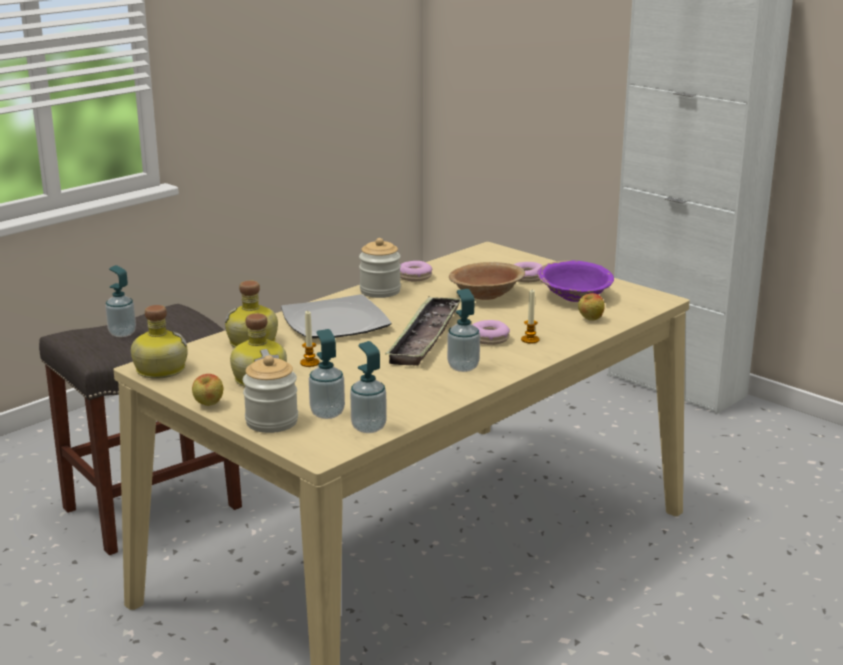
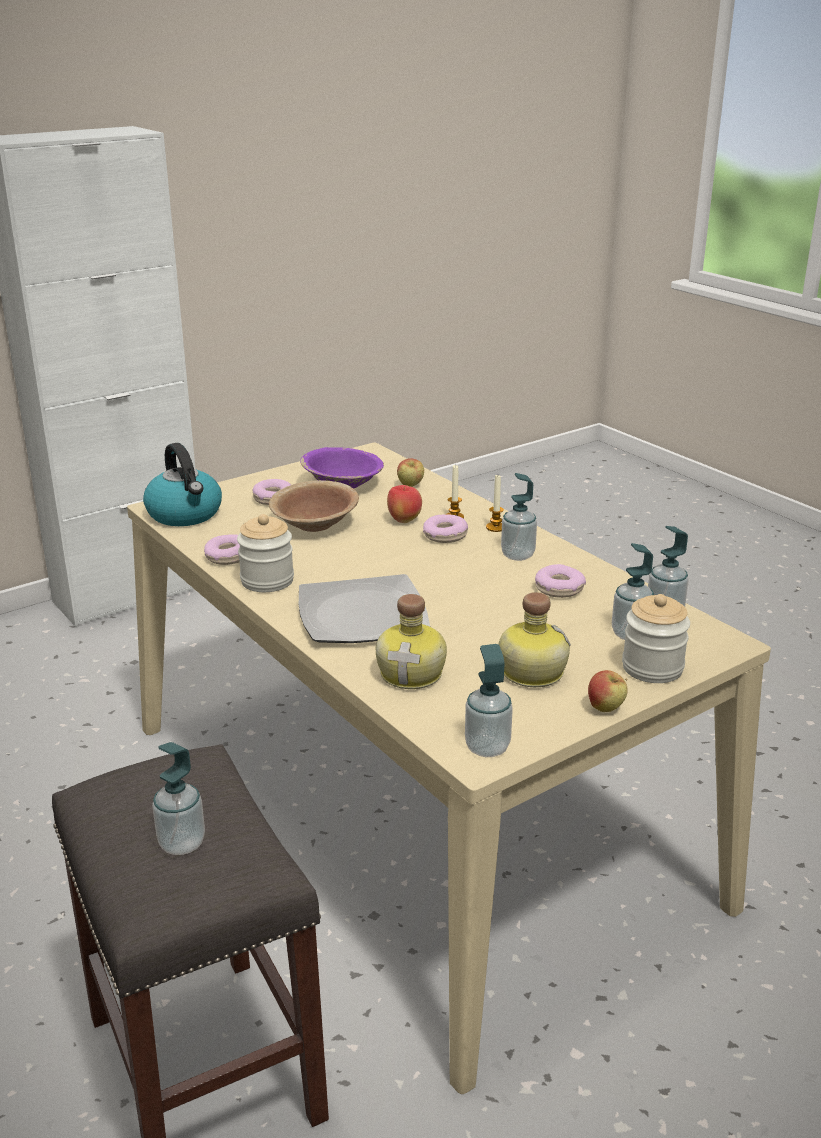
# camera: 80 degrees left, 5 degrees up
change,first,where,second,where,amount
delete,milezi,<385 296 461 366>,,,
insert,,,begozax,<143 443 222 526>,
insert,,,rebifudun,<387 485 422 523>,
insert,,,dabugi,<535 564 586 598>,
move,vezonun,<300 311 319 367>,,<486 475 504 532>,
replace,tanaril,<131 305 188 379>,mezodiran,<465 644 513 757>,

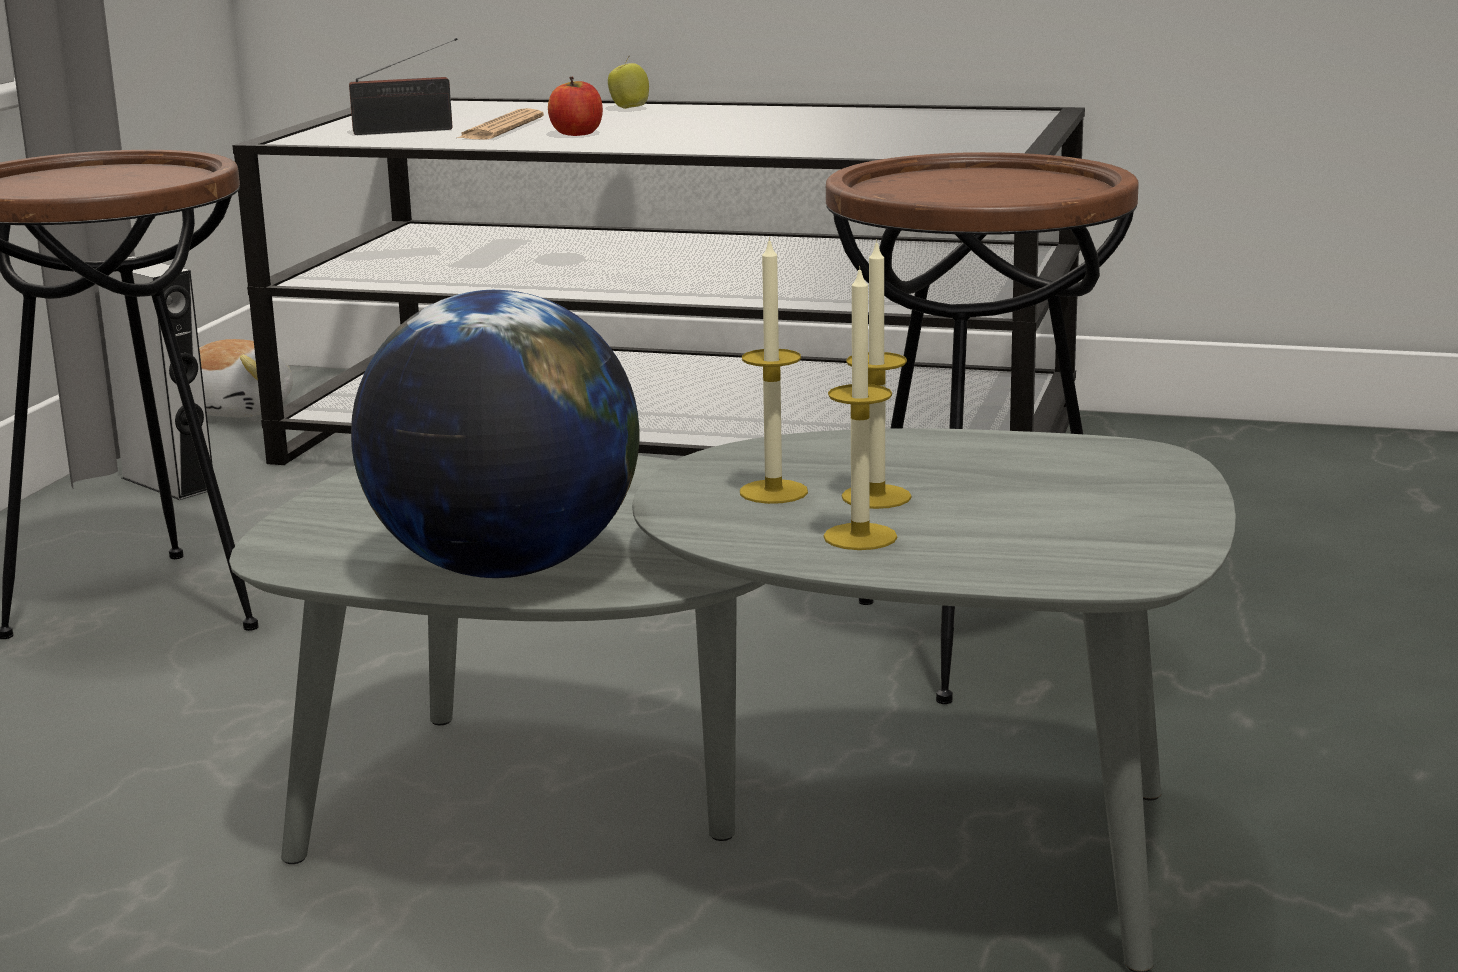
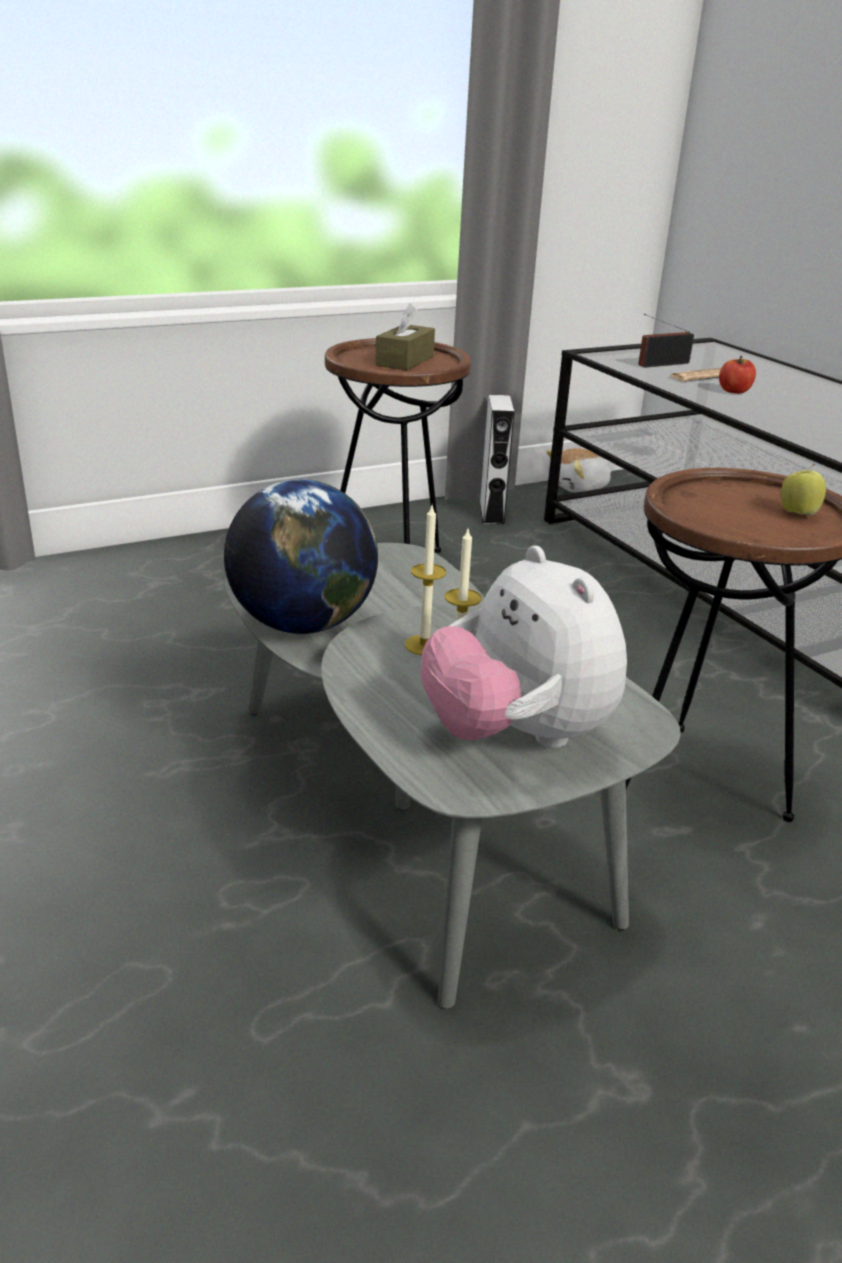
# camera: 45 degrees right, 10 degrees up
change,first,where,second,where,amount
delete,vezonun,<823 266 897 550>,,,
insert,,,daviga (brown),<375 303 435 370>,
insert,,,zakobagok,<421 545 627 748>,
move,rebifudun,<608 55 649 109>,,<781 464 826 516>,
rotate,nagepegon,<349 38 458 135>,,<638 314 694 368>,120 degrees clockwise

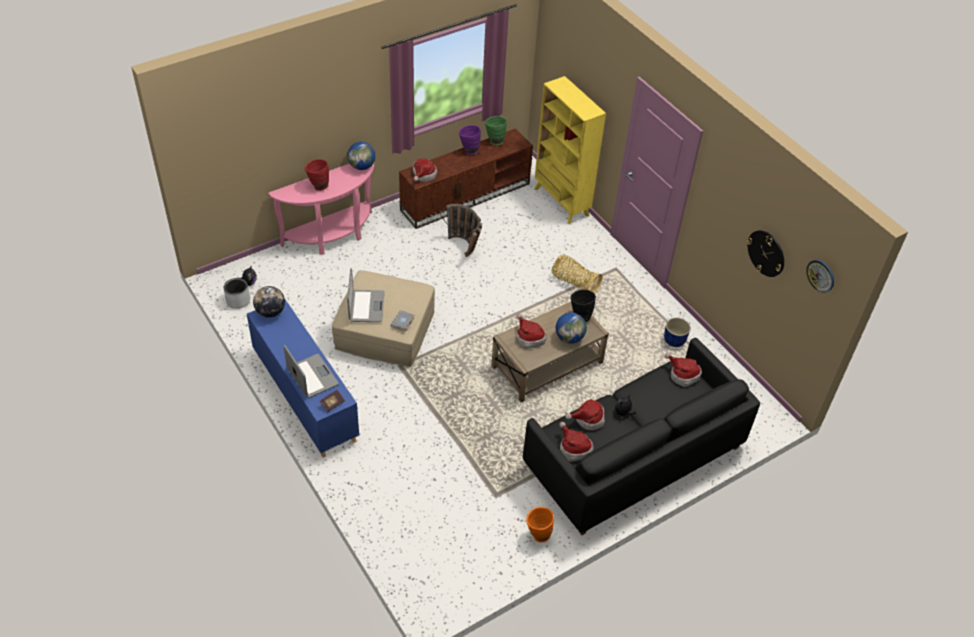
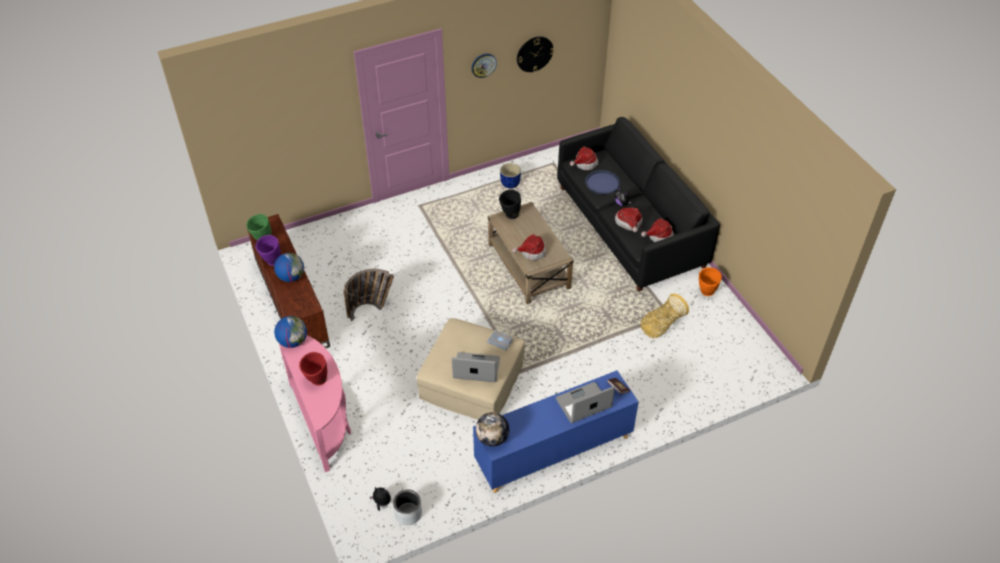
# camera: 80 degrees left, 0 degrees up
change,first,where,second,where,amount
delete,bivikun,<413 158 437 182>,,,
delete,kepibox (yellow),<534 76 606 224>,,,
insert,,,milezi (blue),<585 170 621 195>,
move,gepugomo,<552 254 602 292>,,<640 293 689 338>,
move,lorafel,<555 312 587 344>,,<274 253 304 282>,
move,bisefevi,<806 260 834 293>,,<471 53 497 78>,

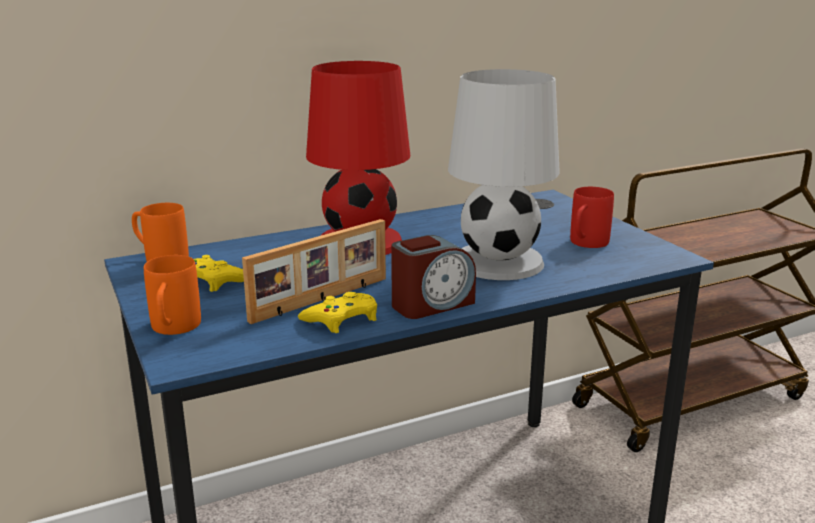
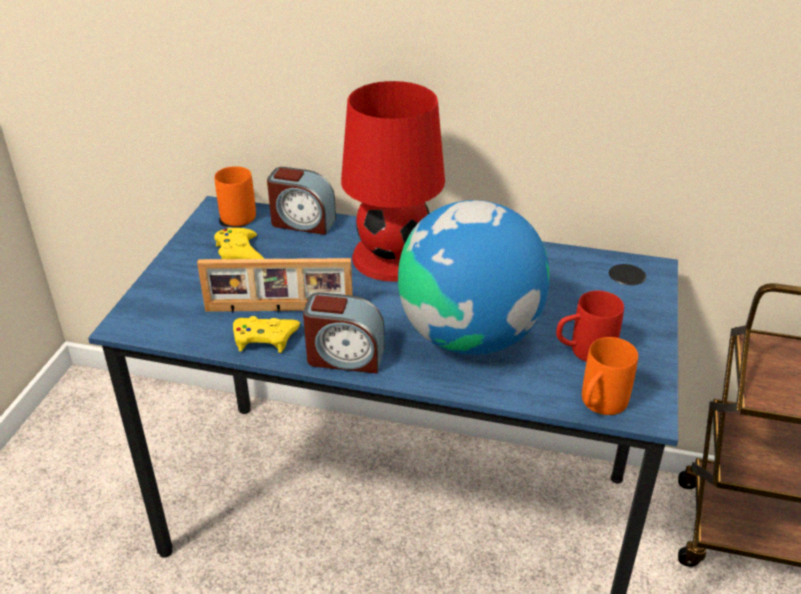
# camera: 40 degrees right, 15 degrees up
change,first,where,second,where,amount
insert,,,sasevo,<267 167 336 235>,
move,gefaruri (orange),<144 255 201 335>,,<582 337 638 415>,
replace,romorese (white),<448 69 560 280>,lorafel,<398 200 550 355>,

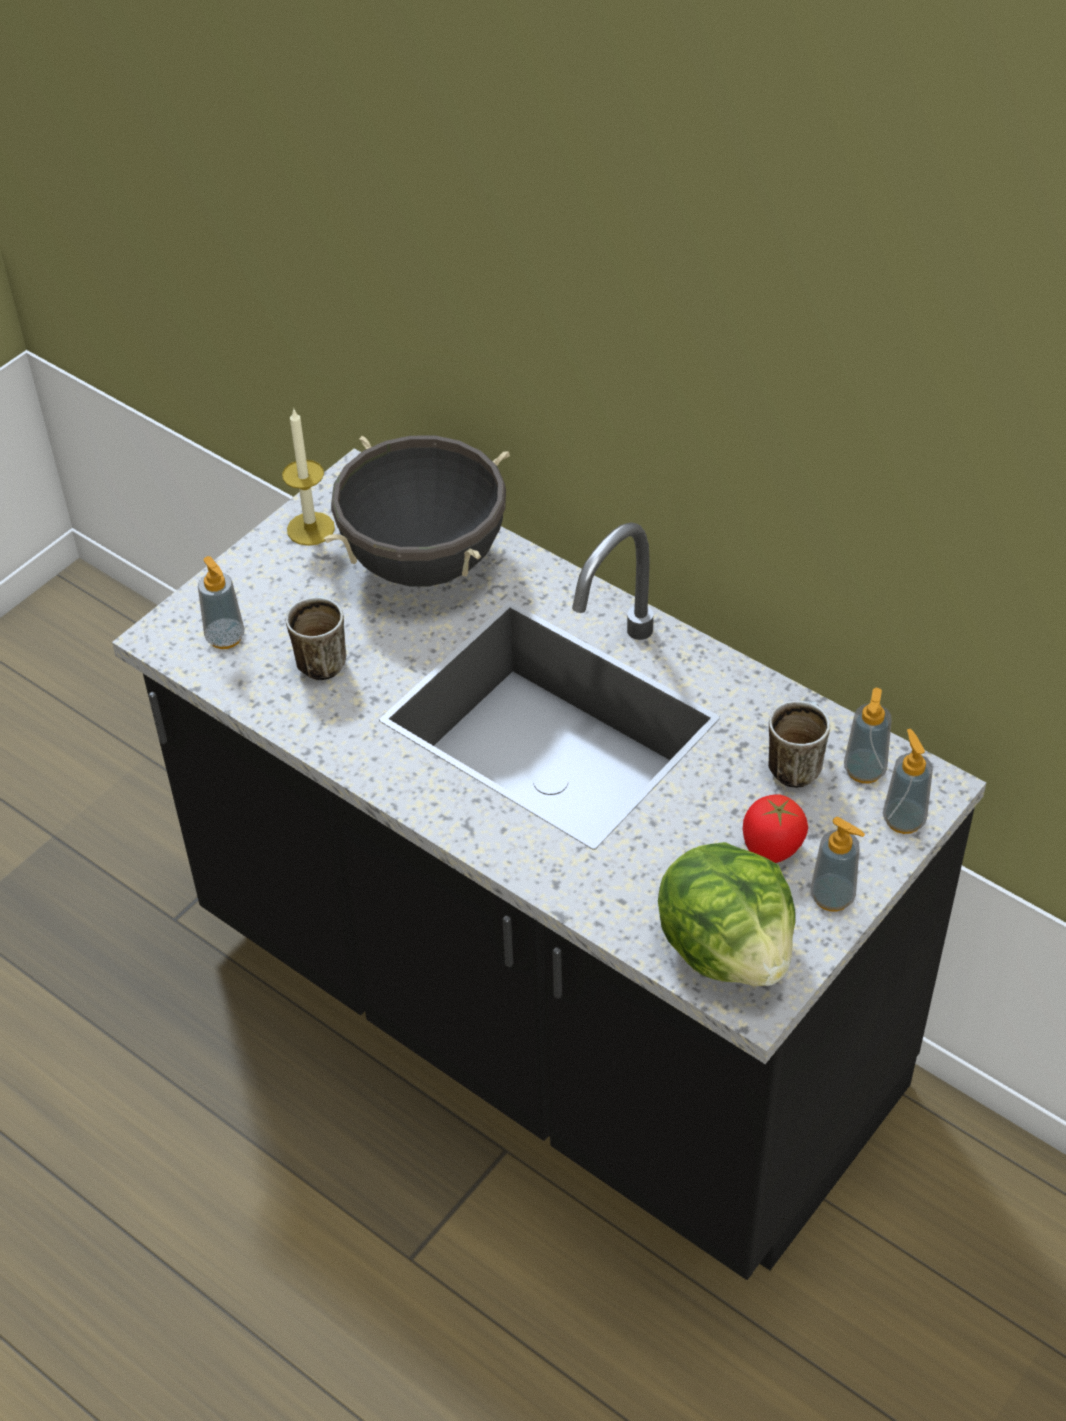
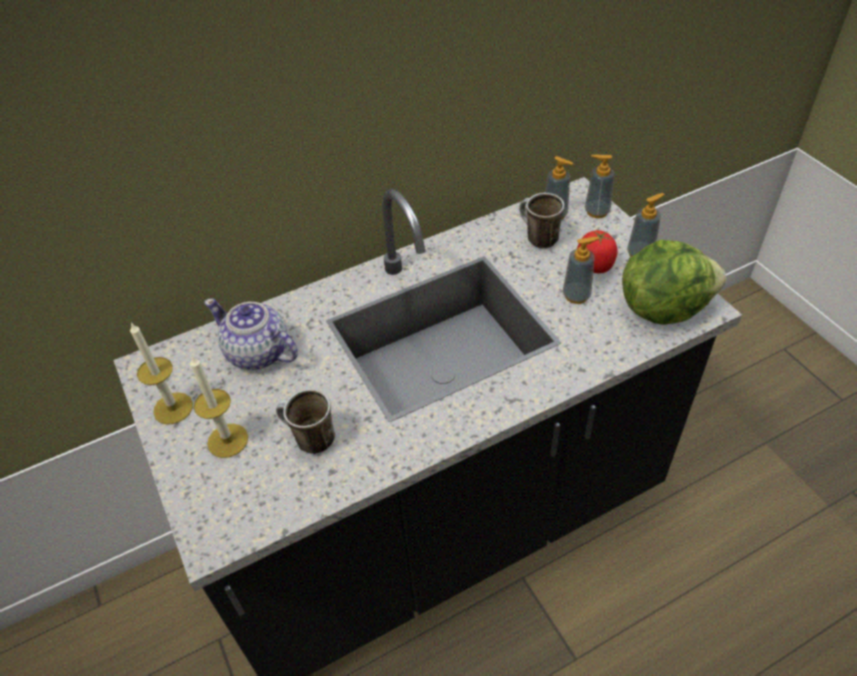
# camera: 65 degrees left, 0 degrees up
change,first,where,second,where,amount
insert,,,vezonun,<190 355 248 458>,
move,mezodiran,<198 556 245 649>,,<563 237 600 304>,
replace,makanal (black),<324 436 510 586>,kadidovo,<204 298 298 370>,

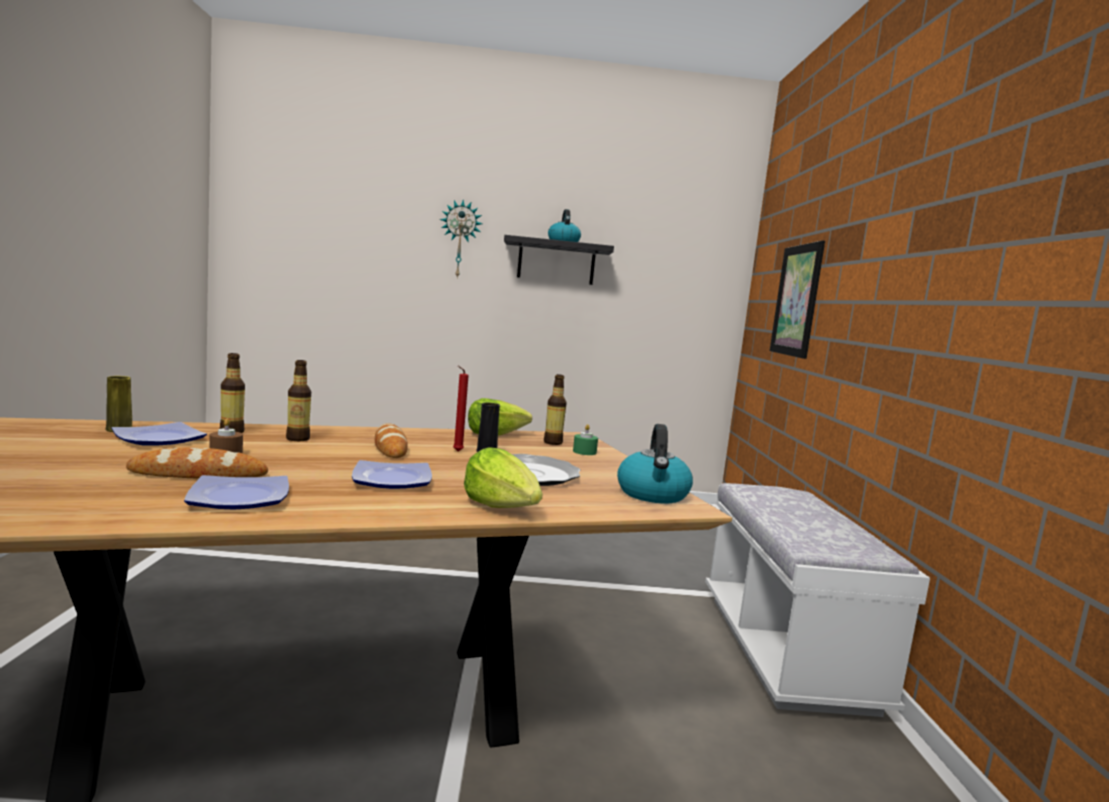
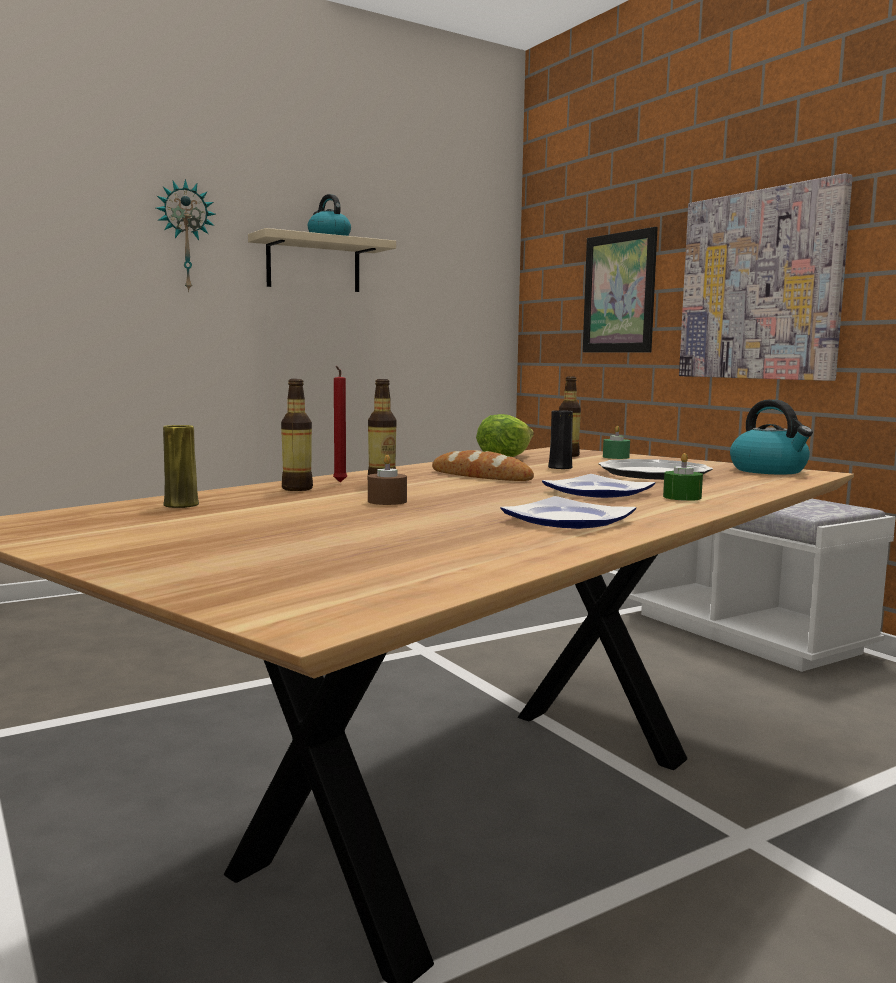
# camera: 30 degrees left, 0 degrees up
change,first,where,second,where,amount
delete,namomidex,<111 422 207 446>,,,
delete,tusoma,<126 447 268 479>,,,
delete,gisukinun,<464 447 542 508>,,,
insert,,,vezonun (green),<663 453 703 501>,
insert,,,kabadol,<679 173 853 381>,
move,vezonun (red),<453 366 469 451>,,<333 366 347 482>,
recolor,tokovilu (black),<504 235 614 285>,tokovilu (beige),<248 228 396 292>,

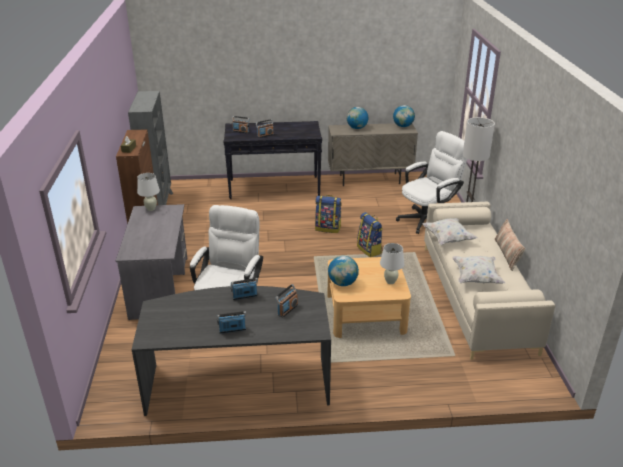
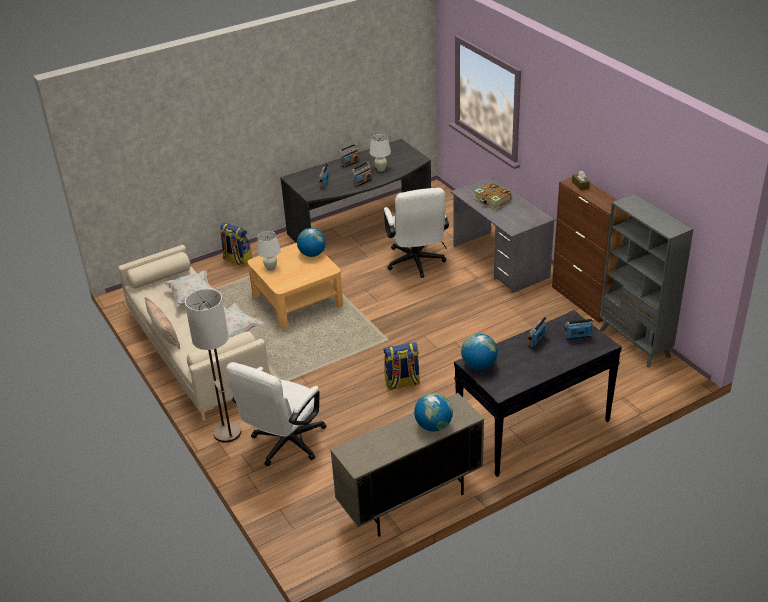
# camera: 155 degrees right, 5 degrees up
change,first,where,second,where,amount
insert,,,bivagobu,<474 183 512 210>,
move,romorese (white),<137 173 160 211>,,<369 134 391 172>,
move,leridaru,<357 212 383 257>,,<220 223 252 267>,
move,lorafel,<393 105 415 127>,,<461 334 498 370>,

